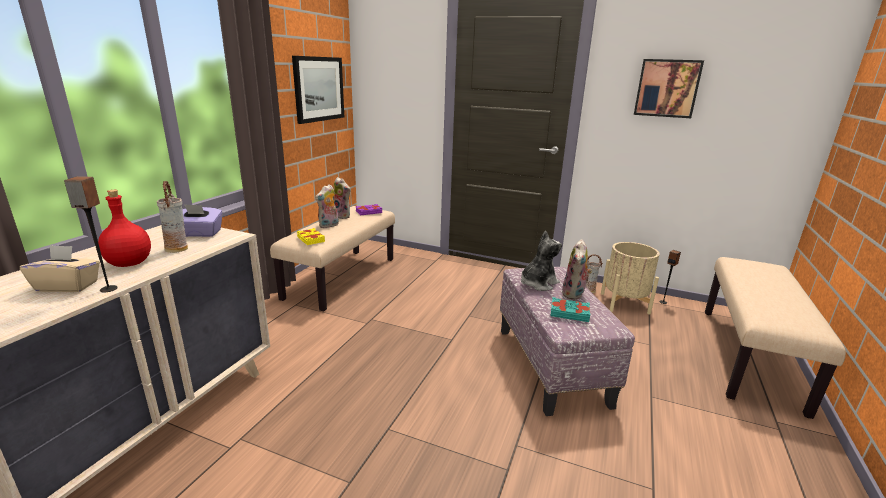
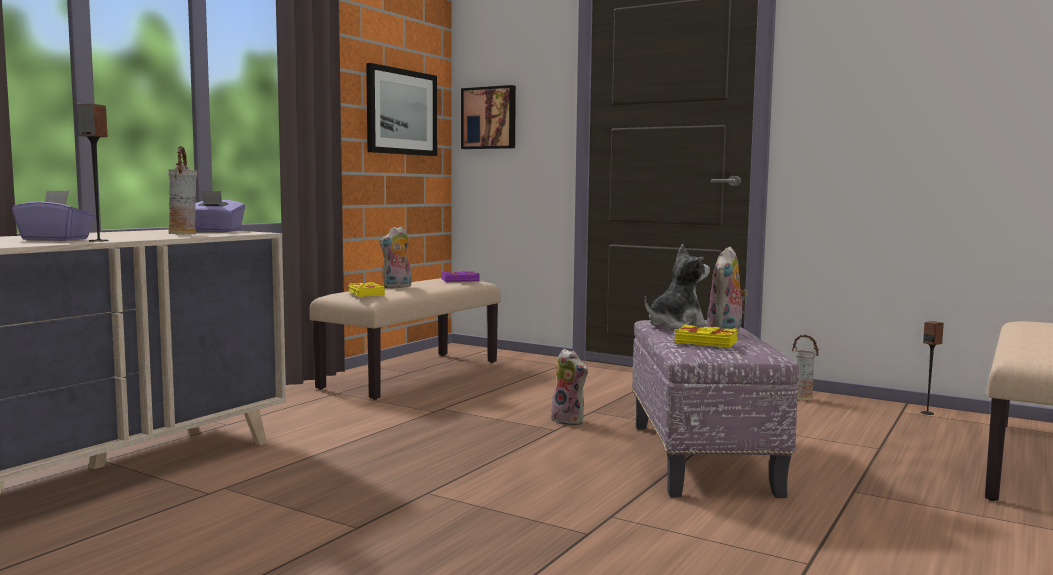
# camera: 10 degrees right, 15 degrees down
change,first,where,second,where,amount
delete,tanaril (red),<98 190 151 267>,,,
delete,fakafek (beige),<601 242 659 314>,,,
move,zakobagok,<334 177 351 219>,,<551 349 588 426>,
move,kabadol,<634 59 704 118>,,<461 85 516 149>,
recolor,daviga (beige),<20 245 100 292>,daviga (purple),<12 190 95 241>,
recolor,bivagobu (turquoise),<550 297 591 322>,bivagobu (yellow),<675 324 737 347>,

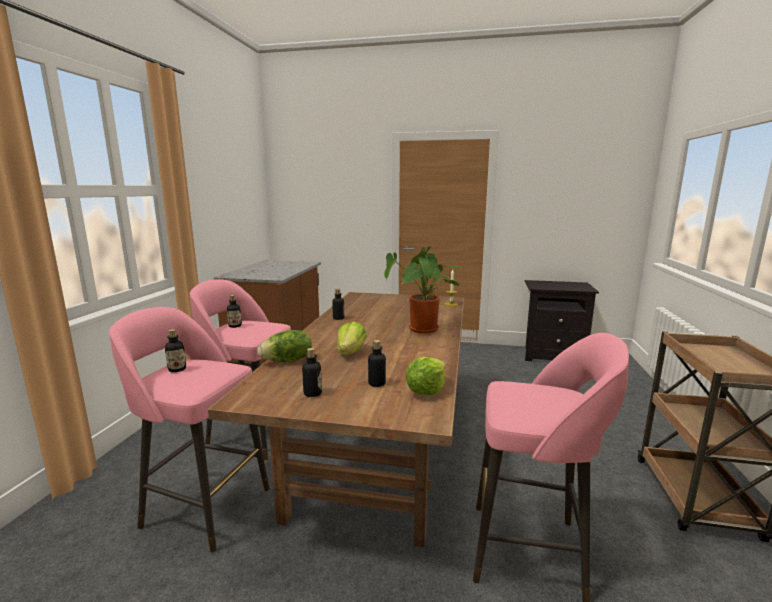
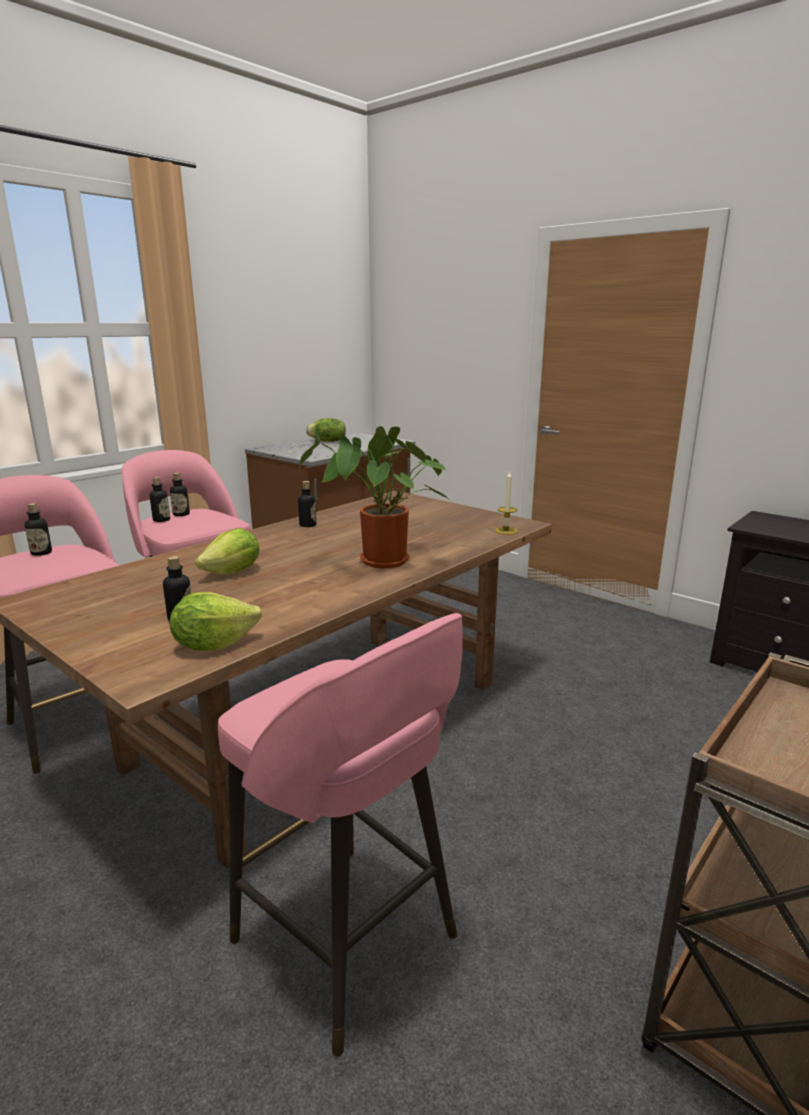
# camera: 30 degrees right, 5 degrees up
change,first,where,second,where,amount
move,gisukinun,<257 330 312 362>,,<306 418 346 442>,
move,tanaril,<302 348 322 397>,,<150 477 170 522>,

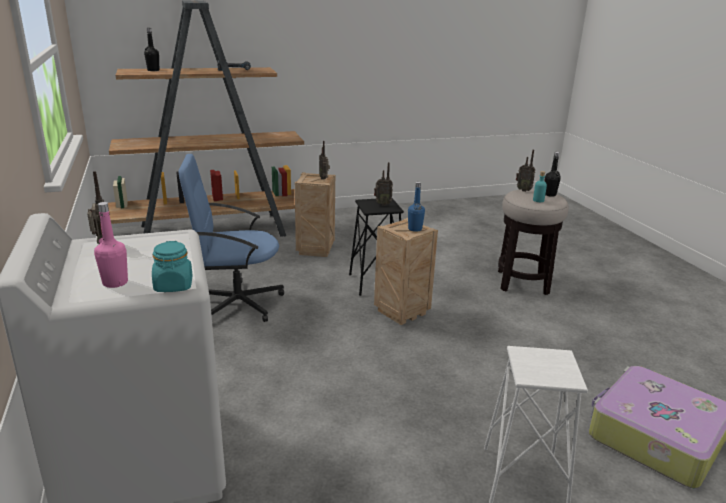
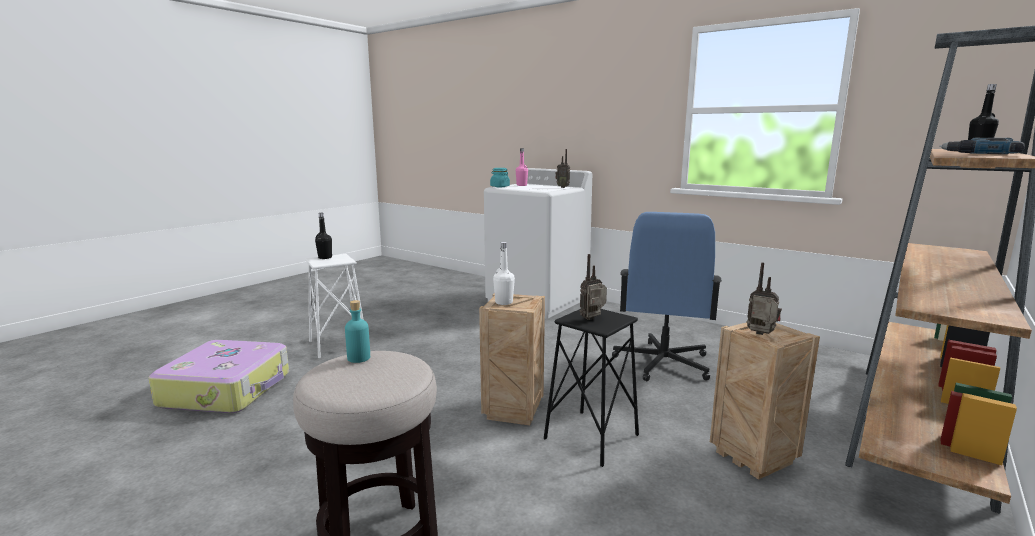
# camera: 145 degrees right, 10 degrees down
change,first,where,second,where,amount
delete,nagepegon,<516 149 535 192>,,,
move,tanaril (black),<545 152 561 197>,,<315 213 332 259>,
recolor,tanaril (blue),<408 182 425 232>,tanaril (white),<493 242 515 305>,
rotate,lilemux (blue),<179 154 284 322>,,<612 212 722 381>,150 degrees clockwise

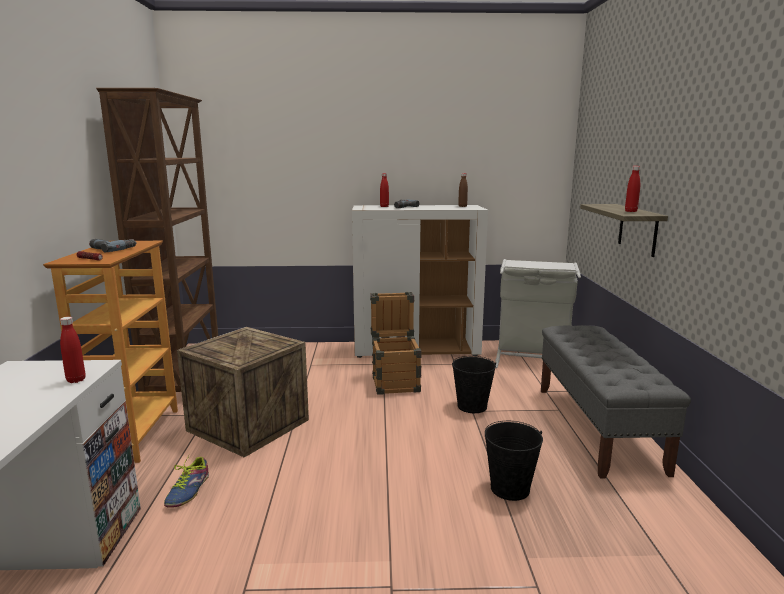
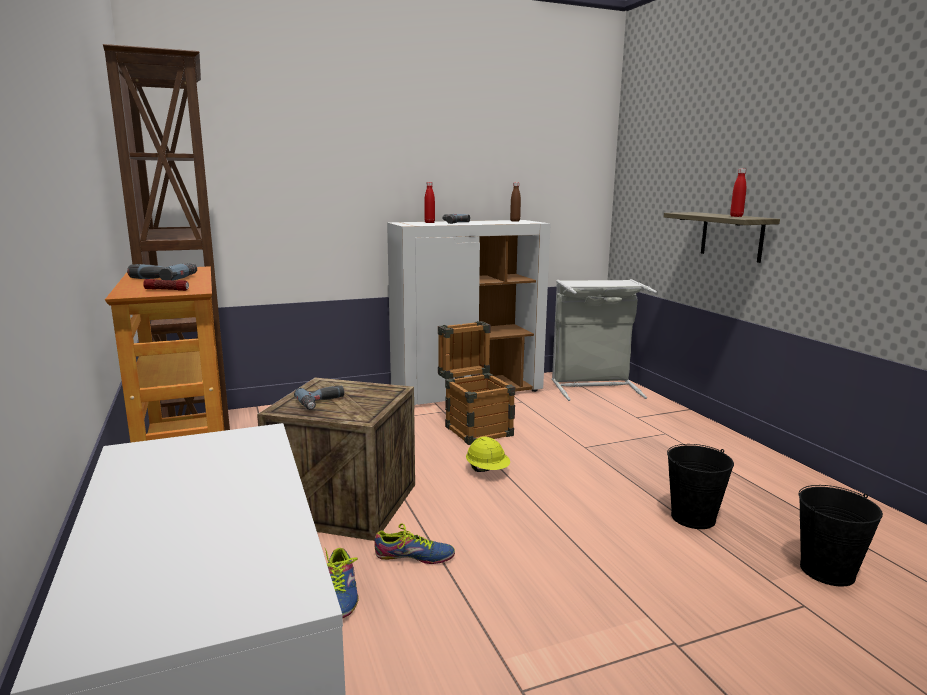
# camera: 20 degrees left, 0 degrees up
change,first,where,second,where,amount
delete,tanaril (red),<60 317 86 383>,,,
delete,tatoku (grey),<541 325 691 478>,,,
insert,,,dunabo,<294 386 344 410>,
insert,,,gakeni,<374 524 455 564>,
insert,,,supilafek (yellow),<466 437 510 472>,
move,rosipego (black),<452 356 496 413>,,<799 485 883 587>,

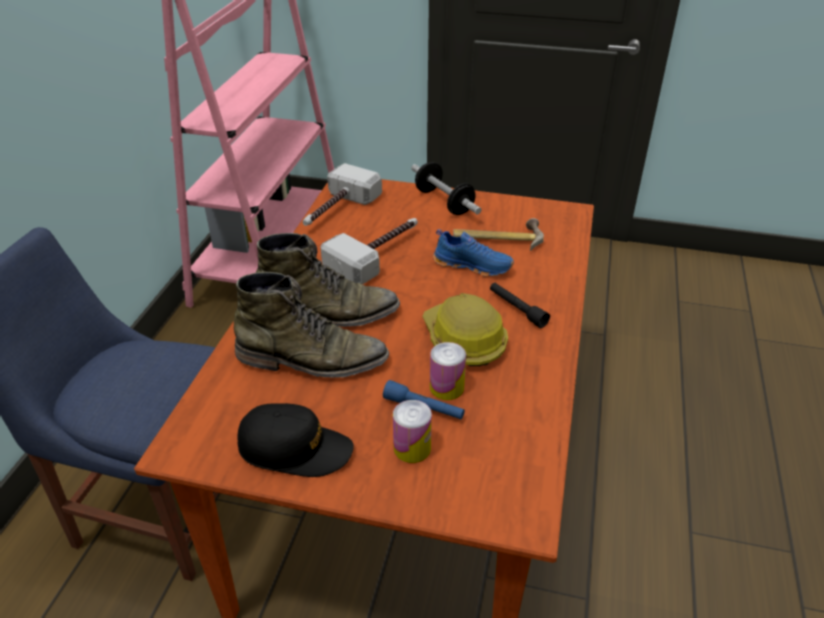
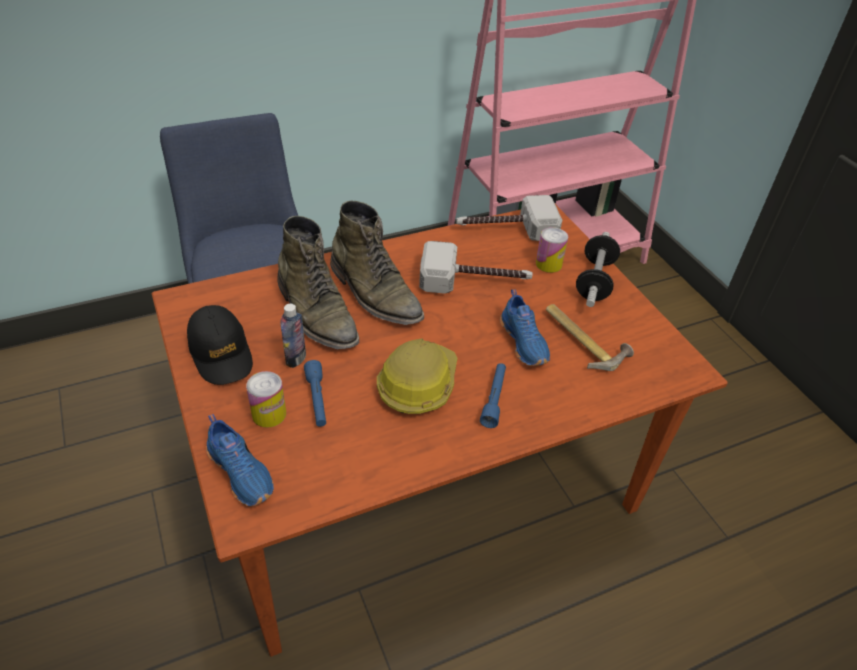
# camera: 50 degrees right, 5 degrees up
change,first,where,second,where,amount
insert,,,gakeni (blue),<206 414 274 507>,
insert,,,tanaril,<281 304 306 368>,
move,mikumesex,<430 342 466 400>,,<536 227 568 273>,
recolor,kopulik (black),<490 283 550 328>,kopulik (blue),<480 363 506 428>,

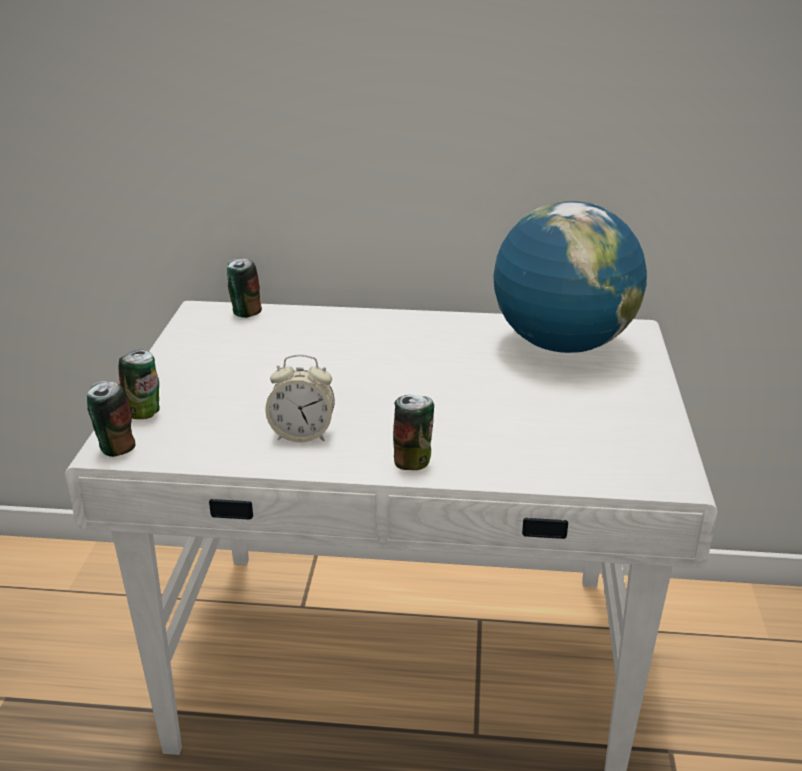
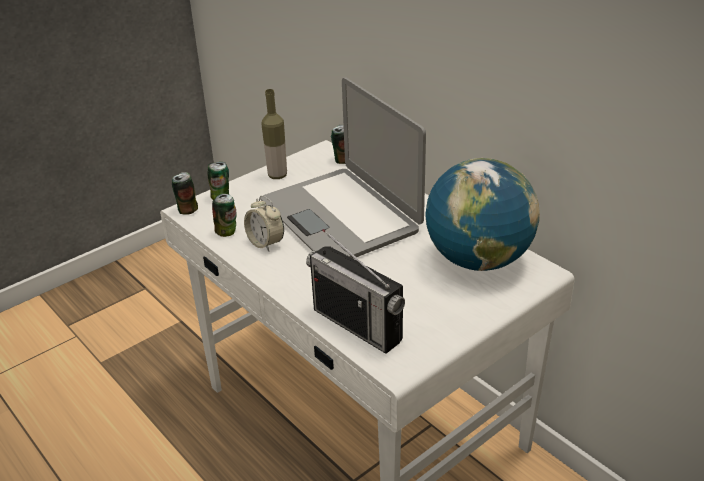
# camera: 45 degrees right, 5 degrees up
change,first,where,second,where,amount
insert,,,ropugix,<261 77 426 259>,
insert,,,tanaril,<261 89 287 179>,
insert,,,nagepegon,<306 229 405 354>,
move,mikumesex,<393 395 434 470>,,<212 194 236 237>,

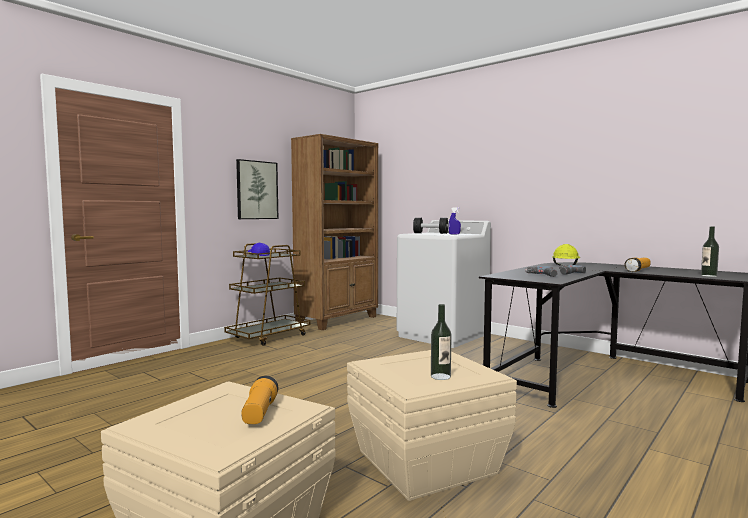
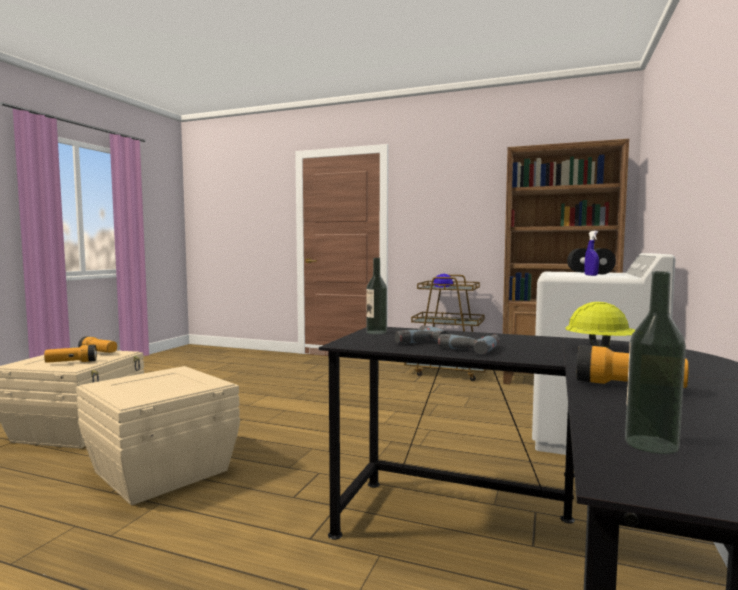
# camera: 70 degrees right, 0 degrees up
change,first,where,second,where,amount
delete,kabadol,<236 159 278 219>,,,
insert,,,kopulik,<78 336 117 353>,
move,tanaril,<431 304 452 380>,,<366 258 387 334>,

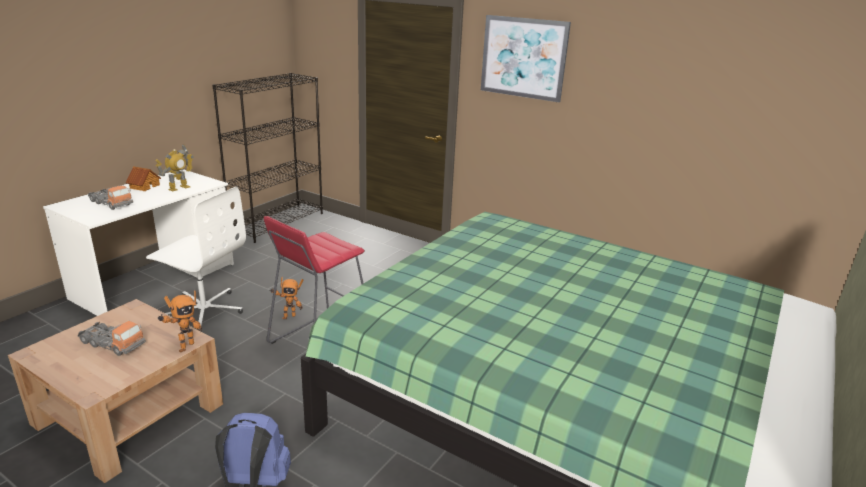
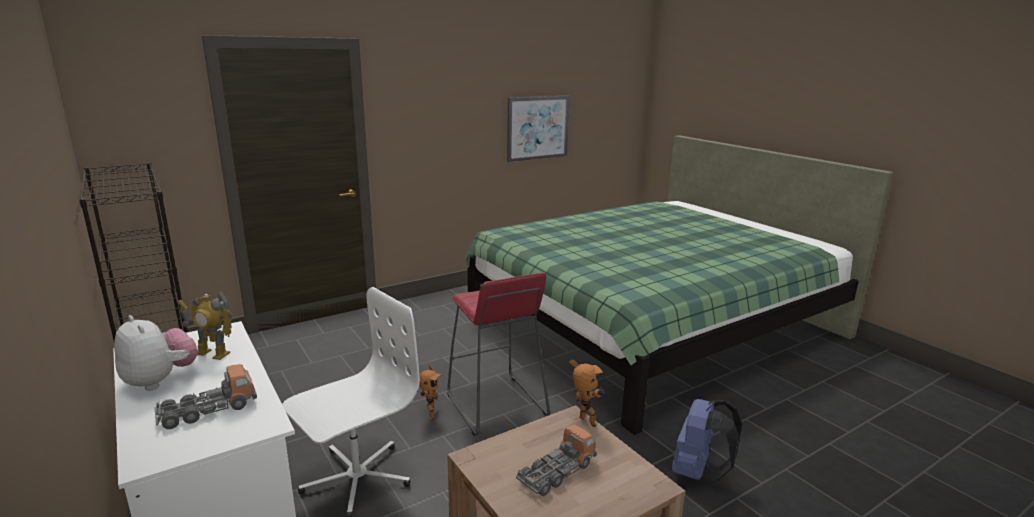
# camera: 65 degrees left, 5 degrees down
change,first,where,second,where,amount
move,kabadol,<481 15 571 102>,,<507 95 570 162>,
replace,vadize,<126 166 161 191>,zakobagok,<114 315 198 390>,
rotate,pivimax,<155 144 194 191>,,<178 291 234 360>,135 degrees clockwise

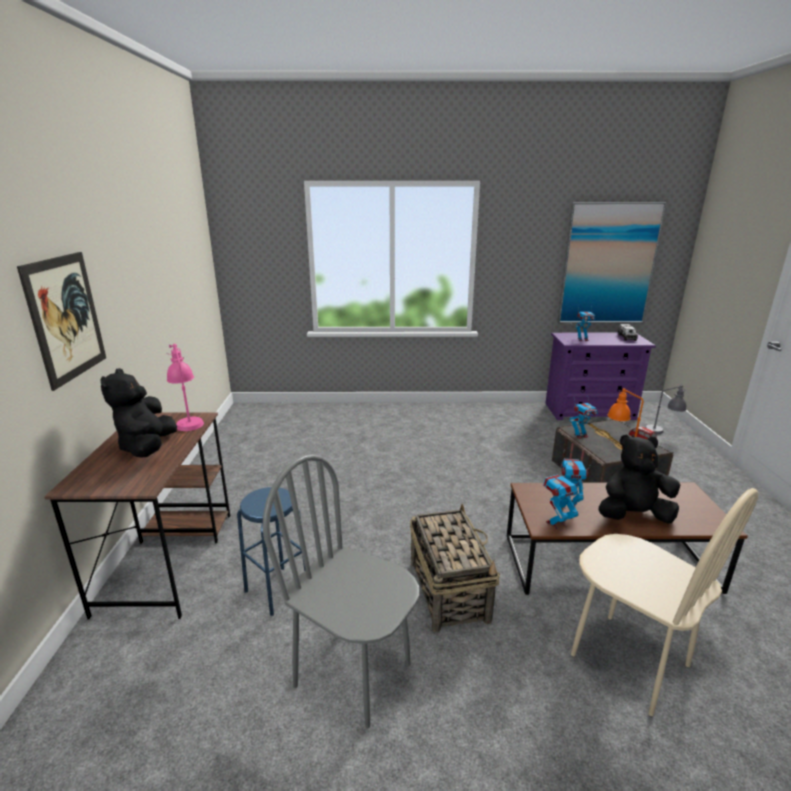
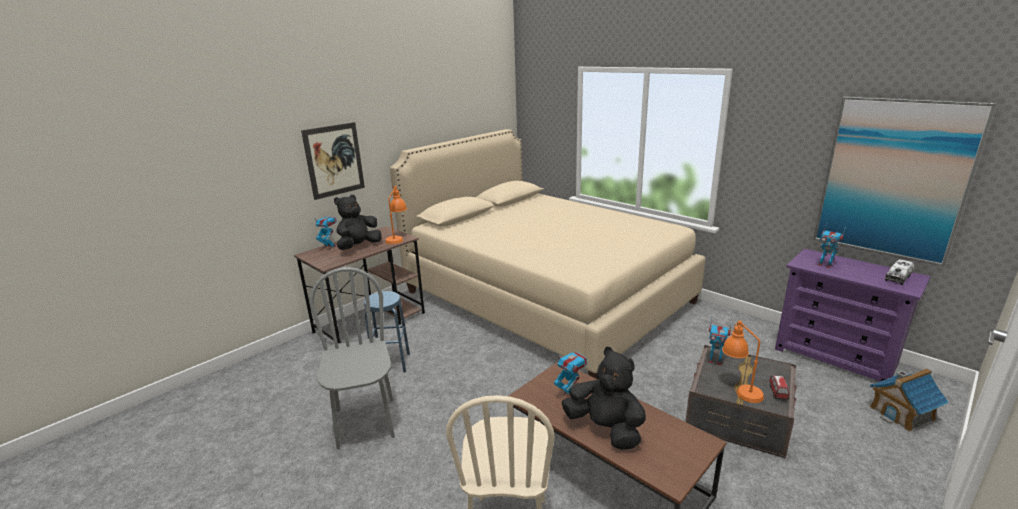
# camera: 45 degrees right, 0 degrees up
change,first,where,second,where,amount
delete,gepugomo,<410 503 500 633>,,,
insert,,,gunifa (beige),<390 129 706 379>,
move,pivimax,<543 474 582 530>,,<313 216 337 249>,
replace,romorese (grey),<645 385 686 434>,vadize,<870 368 949 432>,
recolor,romorese (pink),<166 344 204 431>,romorese (orange),<385 186 407 244>,

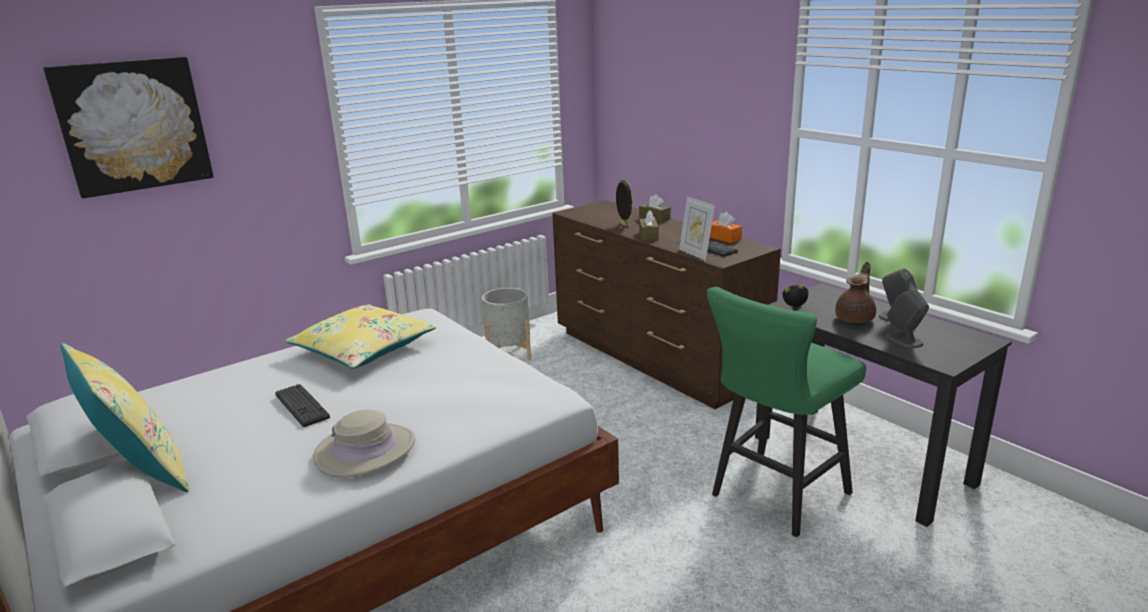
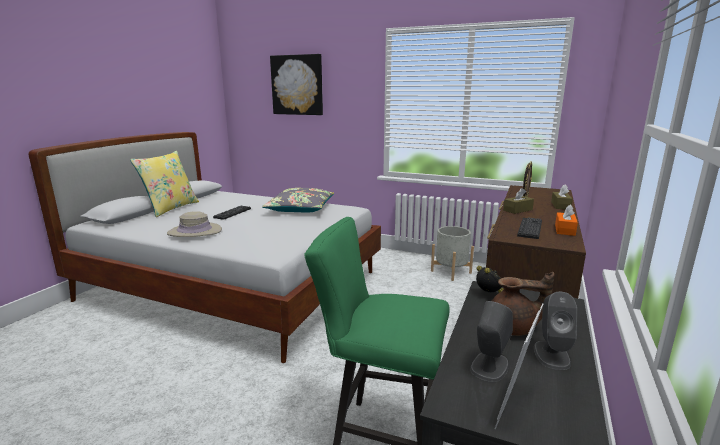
# camera: 60 degrees right, 5 degrees down
change,first,where,second,where,amount
move,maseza,<679 196 715 261>,,<495 303 544 429>,
recolor,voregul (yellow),<285 305 436 369>,voregul (grey),<262 188 334 213>,

